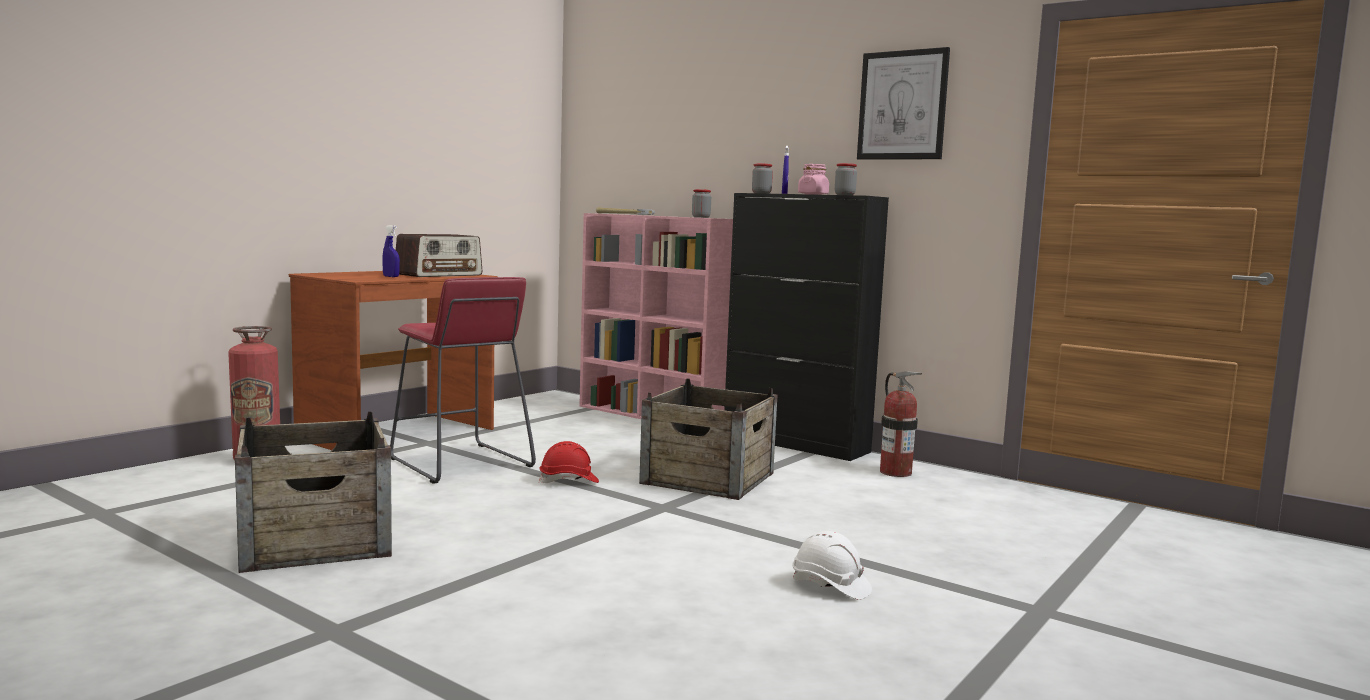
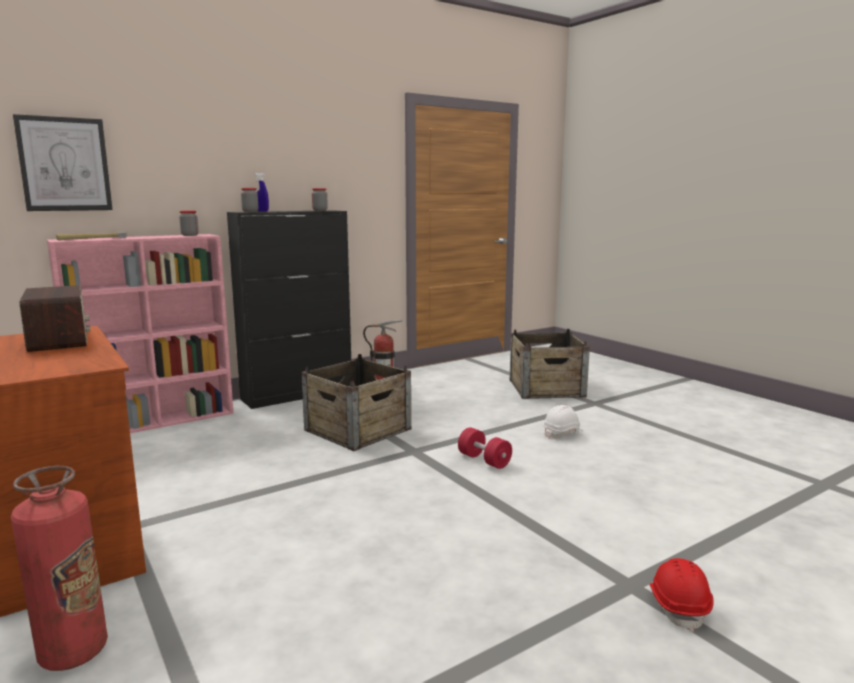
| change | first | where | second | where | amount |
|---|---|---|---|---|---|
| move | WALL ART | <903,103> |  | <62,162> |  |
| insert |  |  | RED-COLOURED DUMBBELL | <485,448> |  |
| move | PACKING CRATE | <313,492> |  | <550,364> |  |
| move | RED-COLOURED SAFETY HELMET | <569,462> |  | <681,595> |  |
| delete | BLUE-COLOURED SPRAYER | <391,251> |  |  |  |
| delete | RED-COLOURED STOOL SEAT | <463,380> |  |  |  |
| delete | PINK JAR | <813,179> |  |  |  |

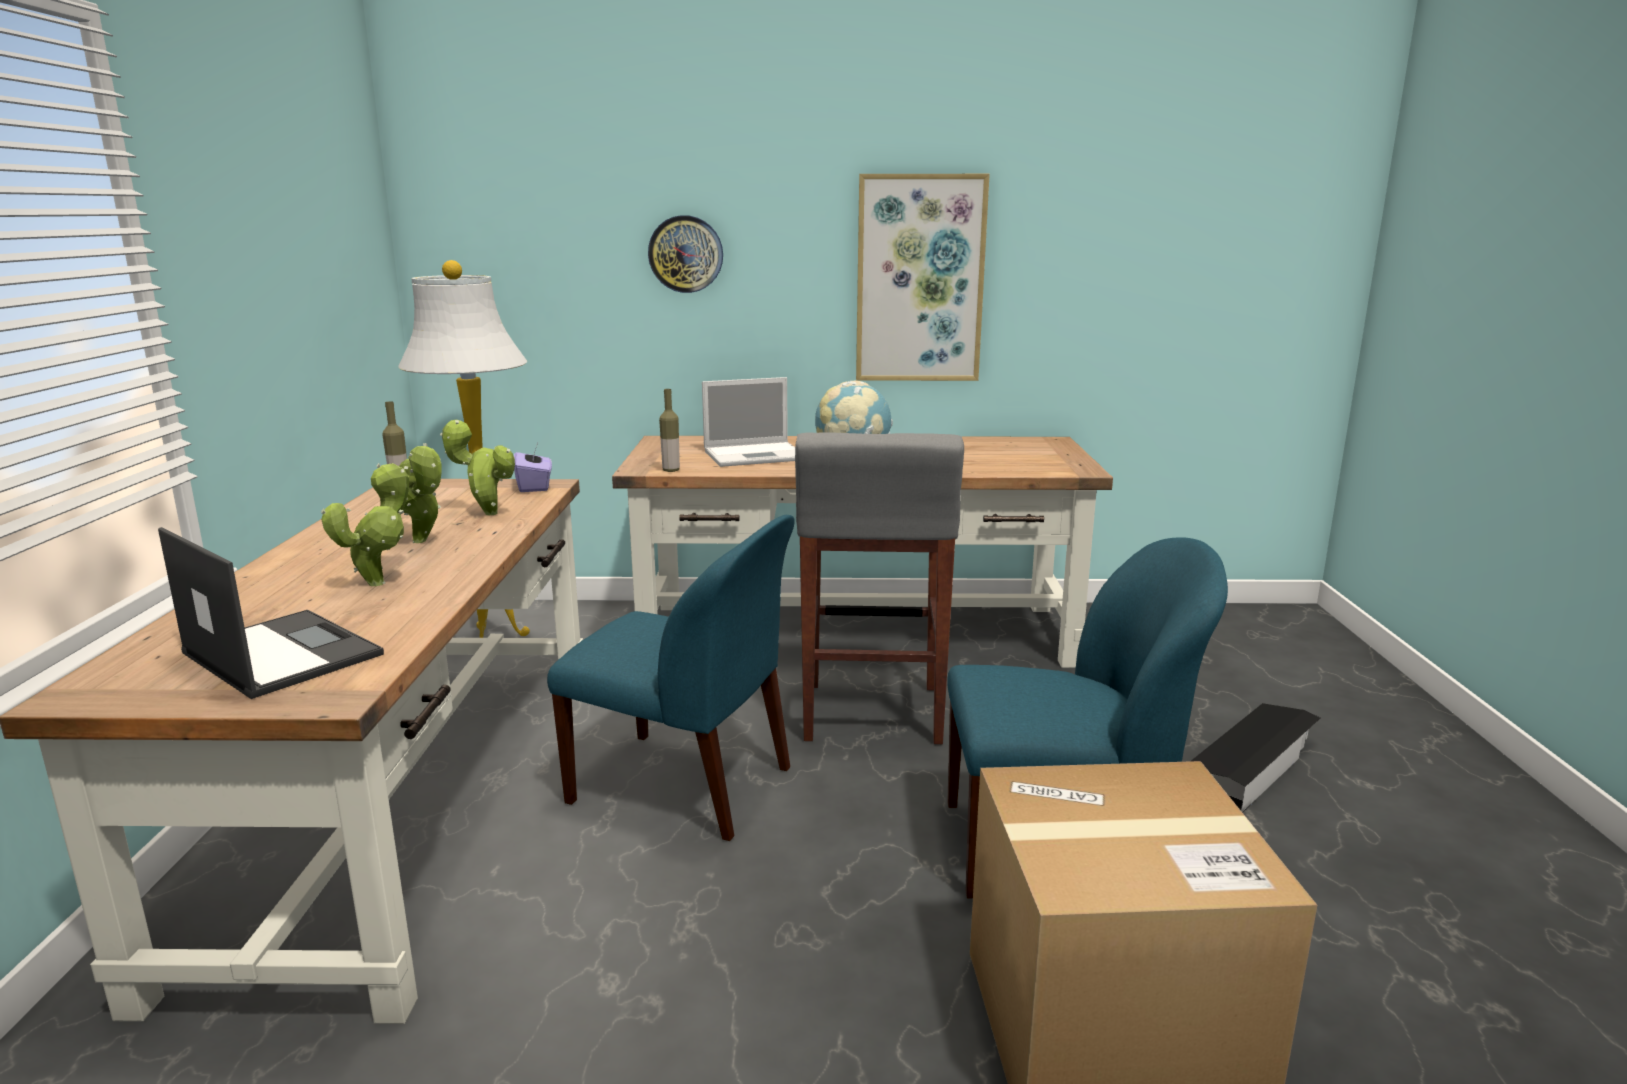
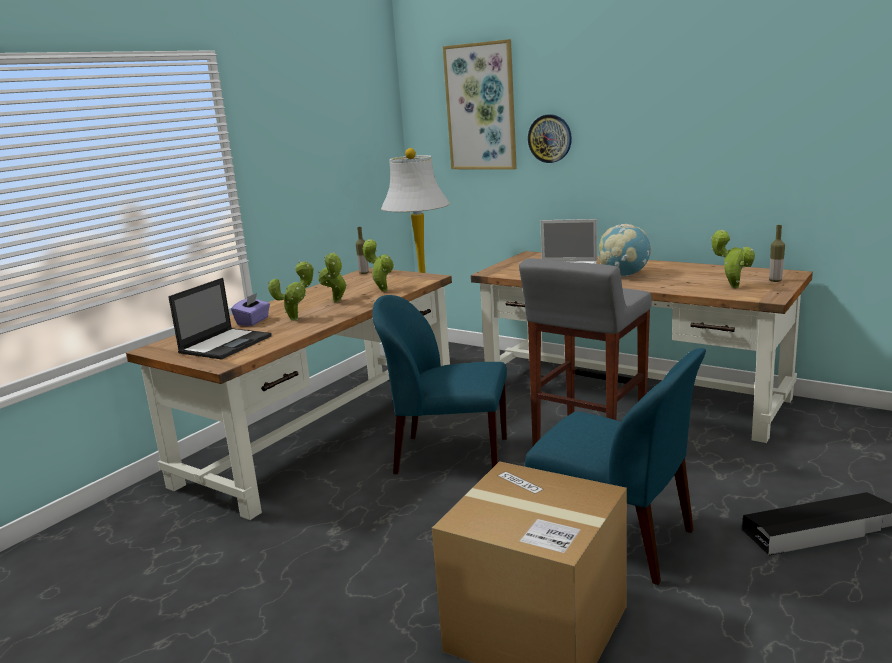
| change | first | where | second | where | amount |
|---|---|---|---|---|---|
| rotate | NOTEBOOK COMPUTER | <271,613> |  | <220,318> | 45 degrees clockwise |
| move | PURPLE TISSUE BOX | <533,467> |  | <250,309> |  |
| rotate | BLUE-COLOURED UPRIGHT CHAIR | <671,678> |  | <440,384> | 135 degrees clockwise |
| move | WALL ART | <923,277> |  | <480,104> |  |
| insert |  |  | HOUSEPLANT | <733,259> |  |
| move | BOTTLE | <669,430> |  | <777,253> |  |

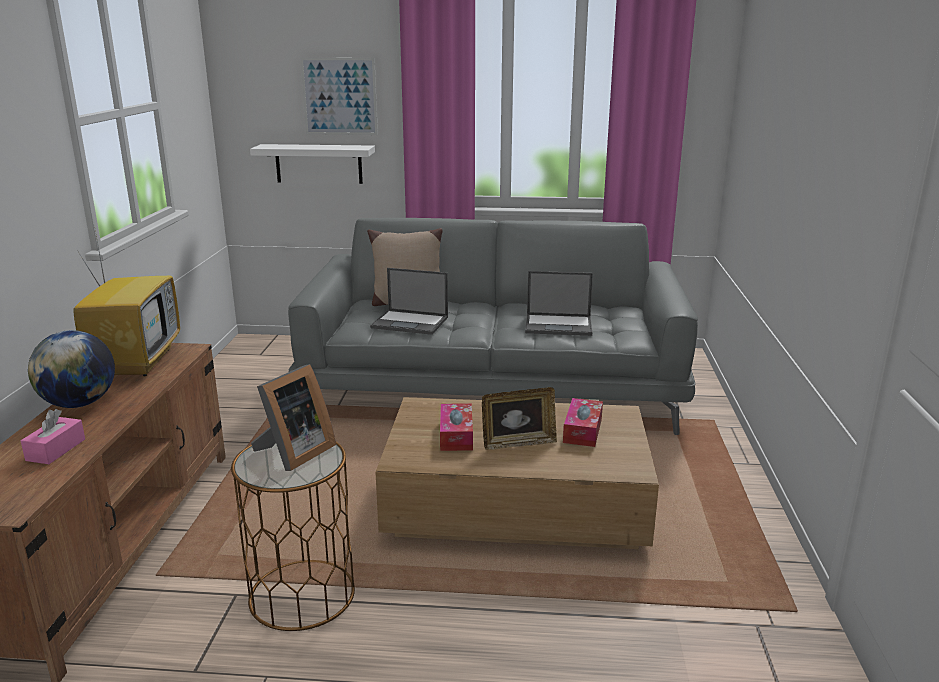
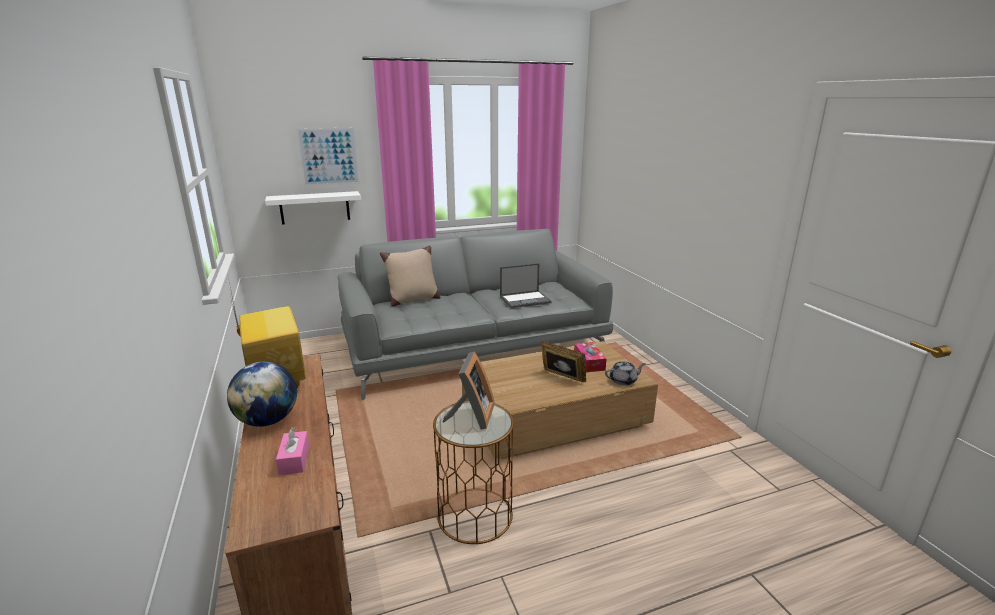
| change | first | where | second | where | amount |
|---|---|---|---|---|---|
| rotate | PHOTO FRAME | <519,418> |  | <564,361> | 105 degrees counterclockwise |
| insert |  |  | GREYISH POT FOR TEA | <625,373> |  |
| delete | NOTEBOOK COMPUTER | <409,301> |  |  |  |
| delete | TISSUE BOX | <456,427> |  |  |  |

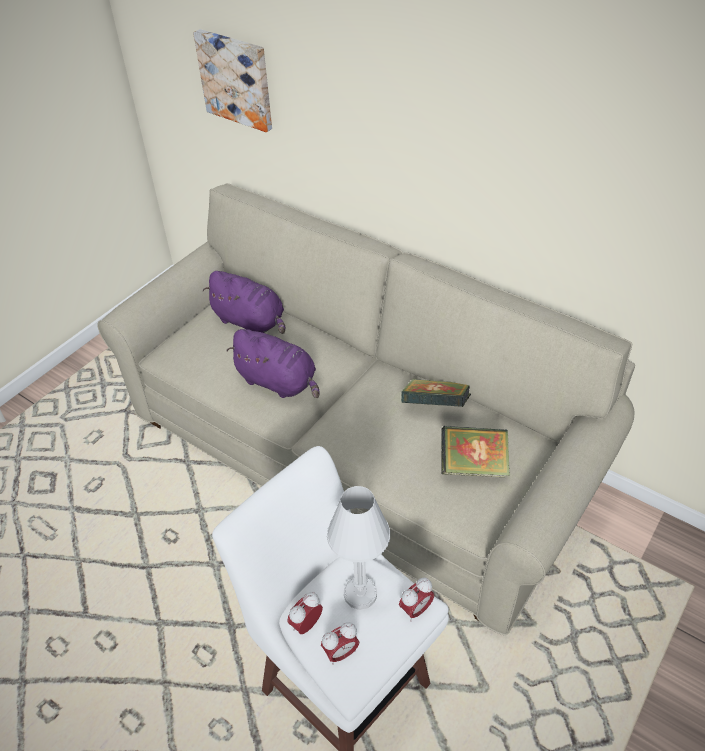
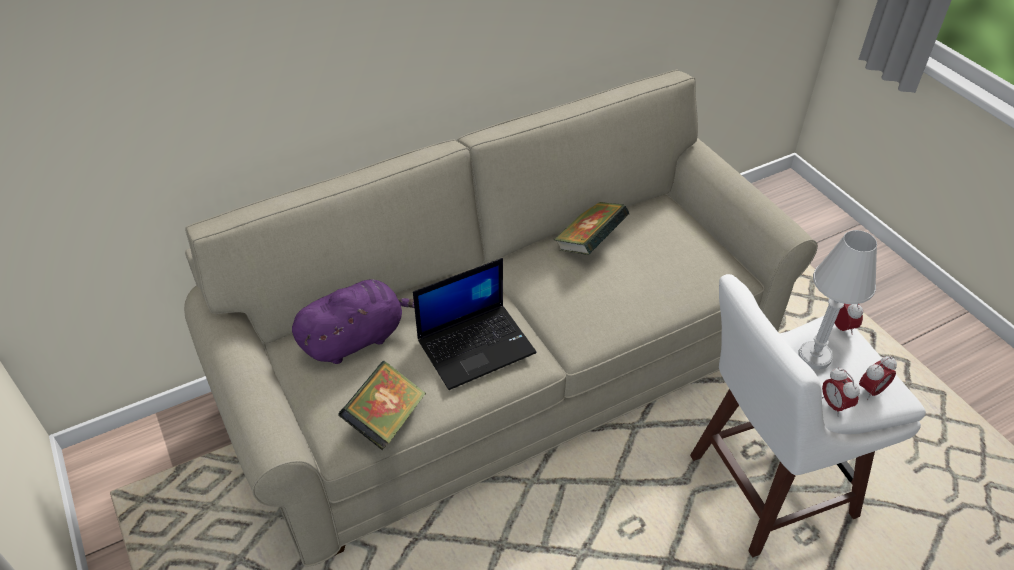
| change | first | where | second | where | amount |
|---|---|---|---|---|---|
| move | BOOK | <475,451> |  | <382,405> |  |
| replace | PURPLE CUDDLY TOY | <272,363> | NOTEBOOK COMPUTER | <475,324> |  |
| rotate | ALARM CLOCK | <340,643> |  | <878,378> | 60 degrees clockwise |
| delete | WALL ART | <232,80> |  |  |  |

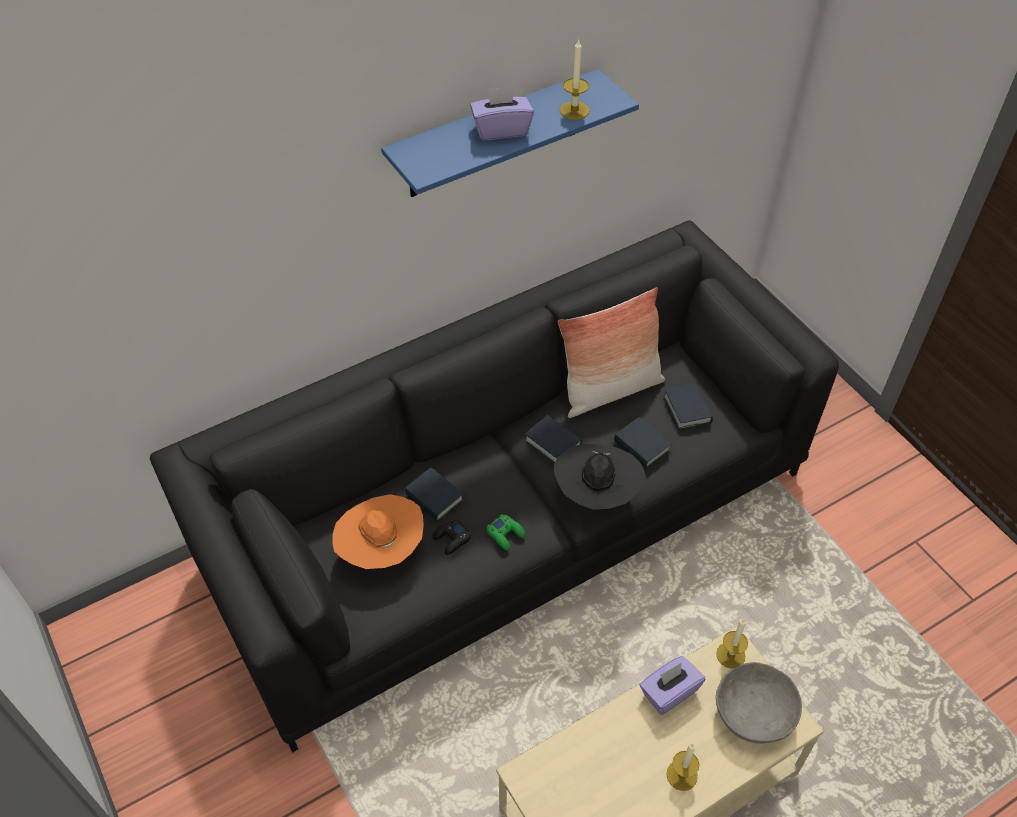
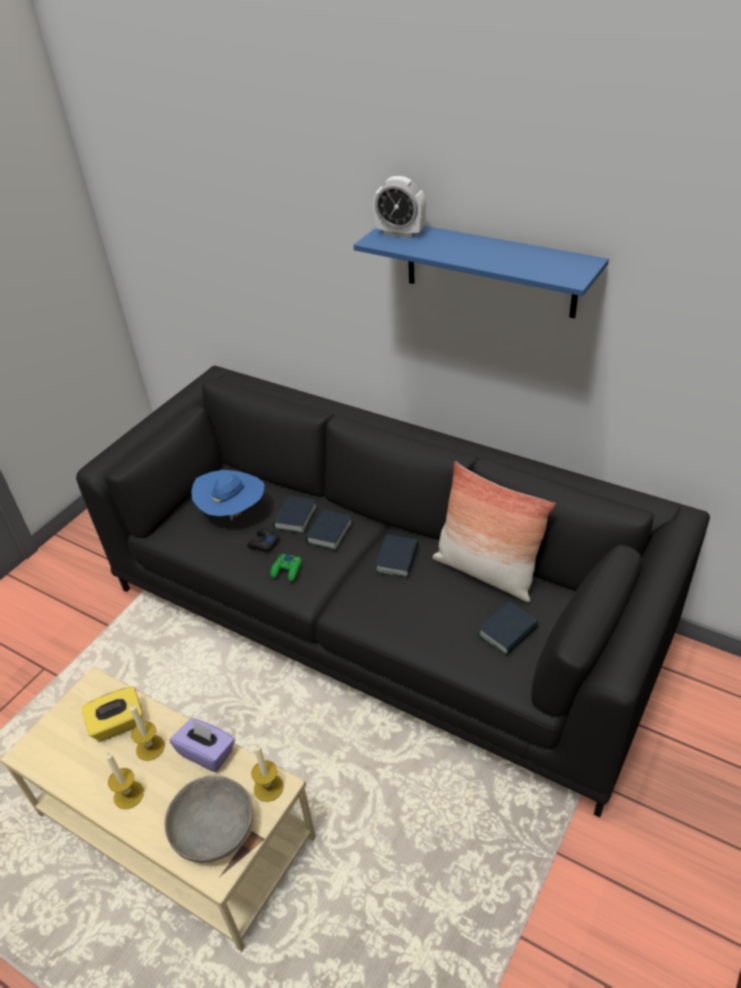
| change | first | where | second | where | amount |
|---|---|---|---|---|---|
| insert |  |  | YELLOWISH TISSUE BOX | <112,714> |  |
| move | WAX LIGHT | <575,79> |  | <147,732> |  |
| recolor | ORANGE CLOTHING HAT | <378,531> | BLUE-COLOURED CLOTHING HAT | <227,495> |  |
| move | BOOK | <643,443> |  | <329,530> |  |
| insert |  |  | ALARM CLOCK | <399,207> |  |
| delete | PURPLE TISSUE BOX | <502,113> |  |  |  |
| delete | BLACK CLOTHING HAT | <599,477> |  |  |  |

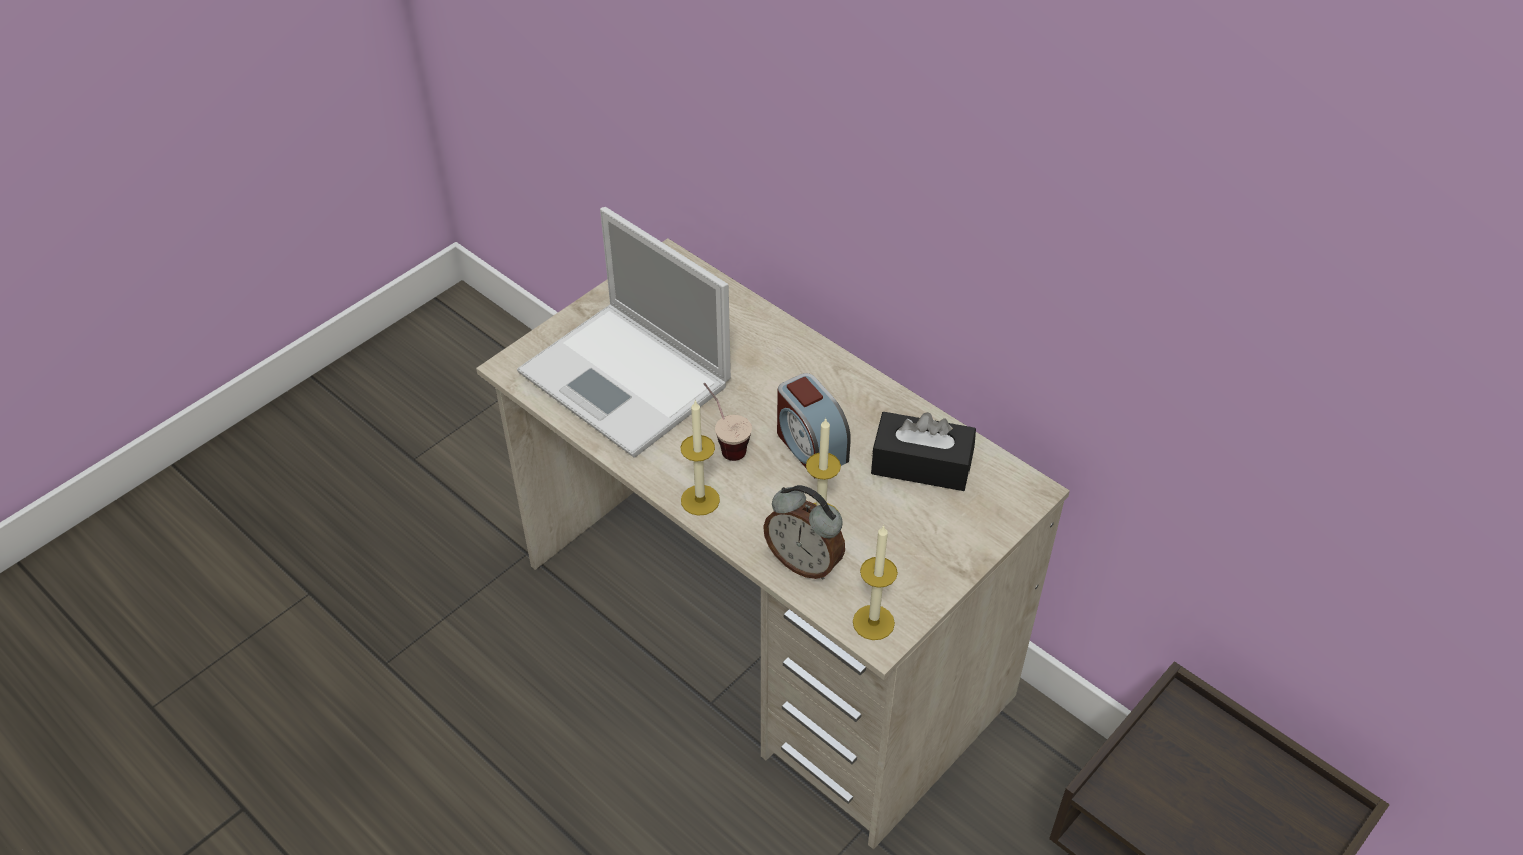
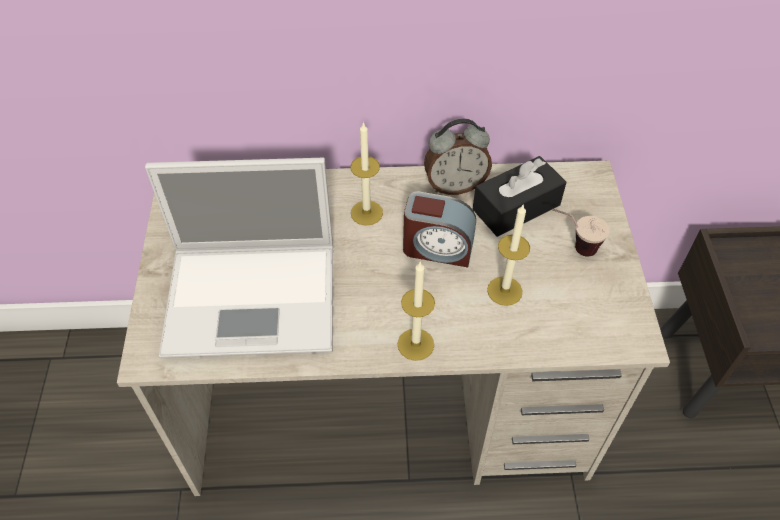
| change | first | where | second | where | amount |
|---|---|---|---|---|---|
| move | WAX LIGHT | <875,582> |  | <366,174> |  |
| move | ALARM CLOCK | <804,532> |  | <458,157> |  |
| move | CUP | <727,422> |  | <581,232> |  |

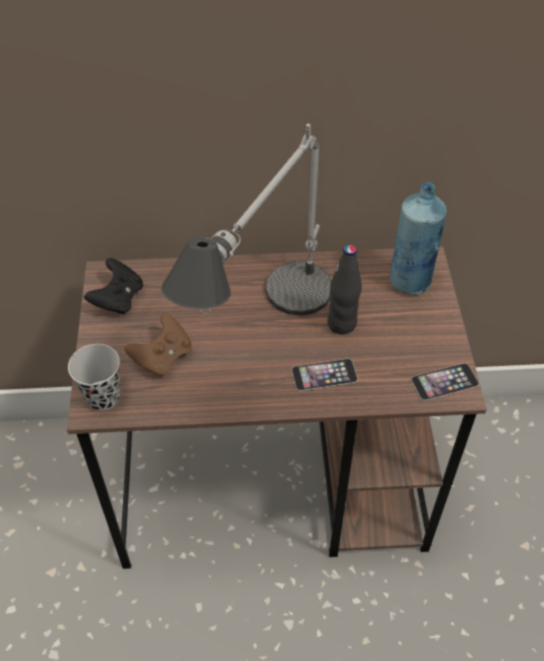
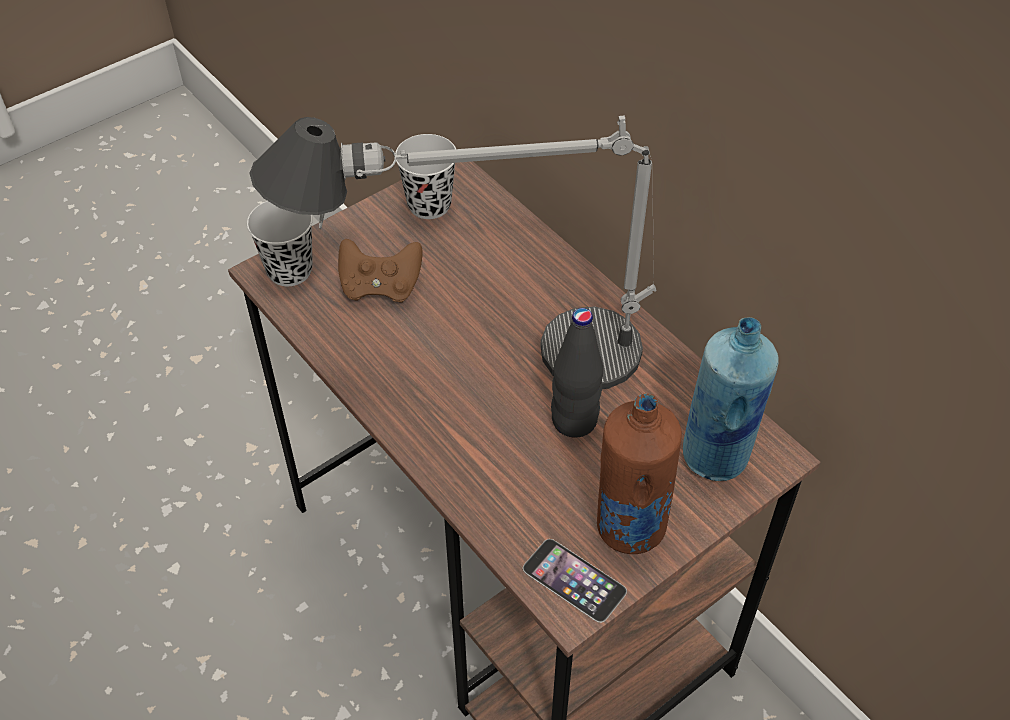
| change | first | where | second | where | amount |
|---|---|---|---|---|---|
| replace | BLACK JOYPAD | <113,286> | BLACK CUP | <425,176> |  |
| insert |  |  | BROWNISH BOTTLE | <639,473> |  |
| delete | TELEPHONE | <325,375> |  |  |  |

